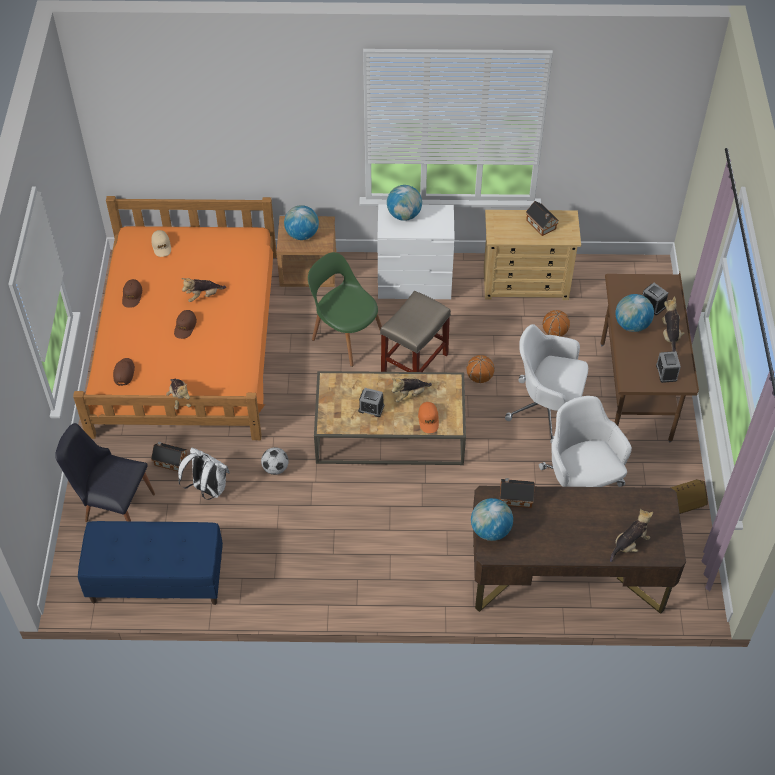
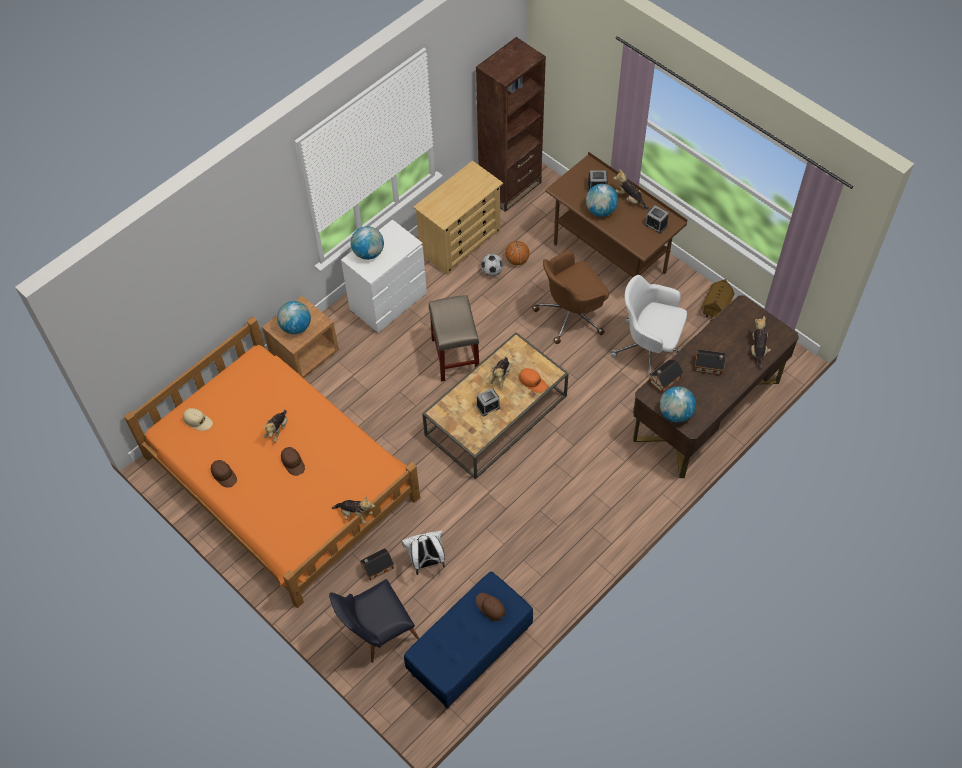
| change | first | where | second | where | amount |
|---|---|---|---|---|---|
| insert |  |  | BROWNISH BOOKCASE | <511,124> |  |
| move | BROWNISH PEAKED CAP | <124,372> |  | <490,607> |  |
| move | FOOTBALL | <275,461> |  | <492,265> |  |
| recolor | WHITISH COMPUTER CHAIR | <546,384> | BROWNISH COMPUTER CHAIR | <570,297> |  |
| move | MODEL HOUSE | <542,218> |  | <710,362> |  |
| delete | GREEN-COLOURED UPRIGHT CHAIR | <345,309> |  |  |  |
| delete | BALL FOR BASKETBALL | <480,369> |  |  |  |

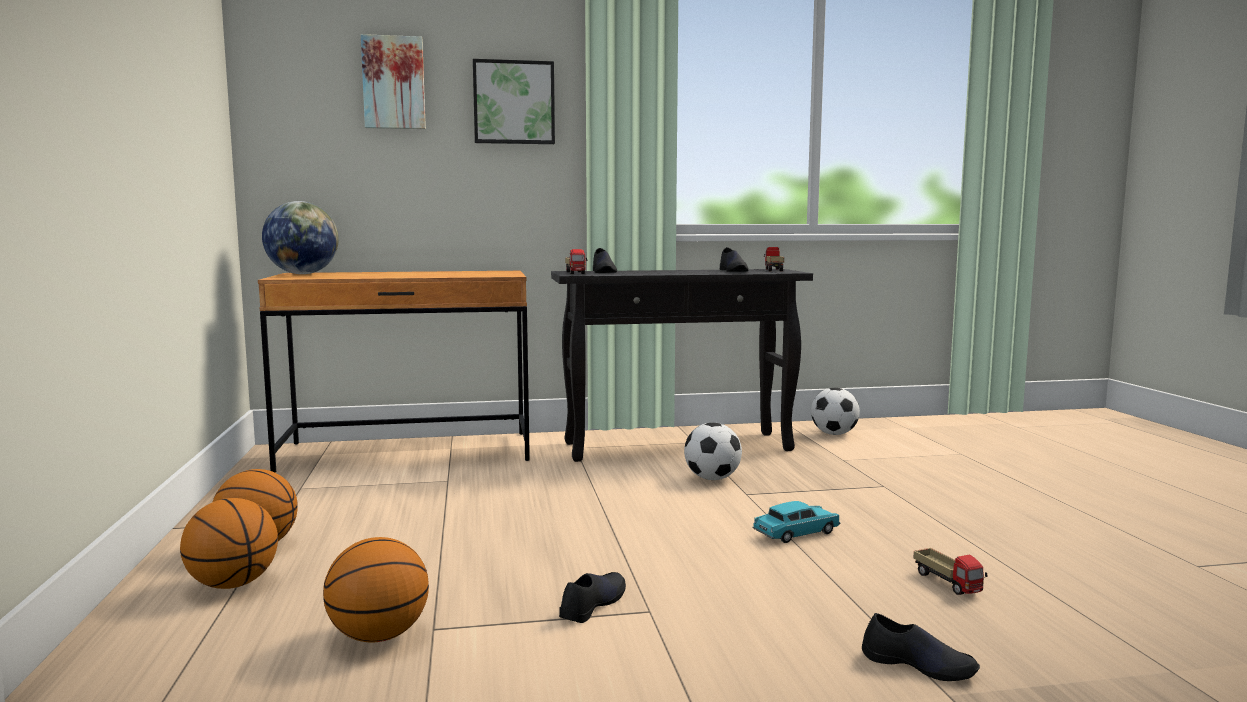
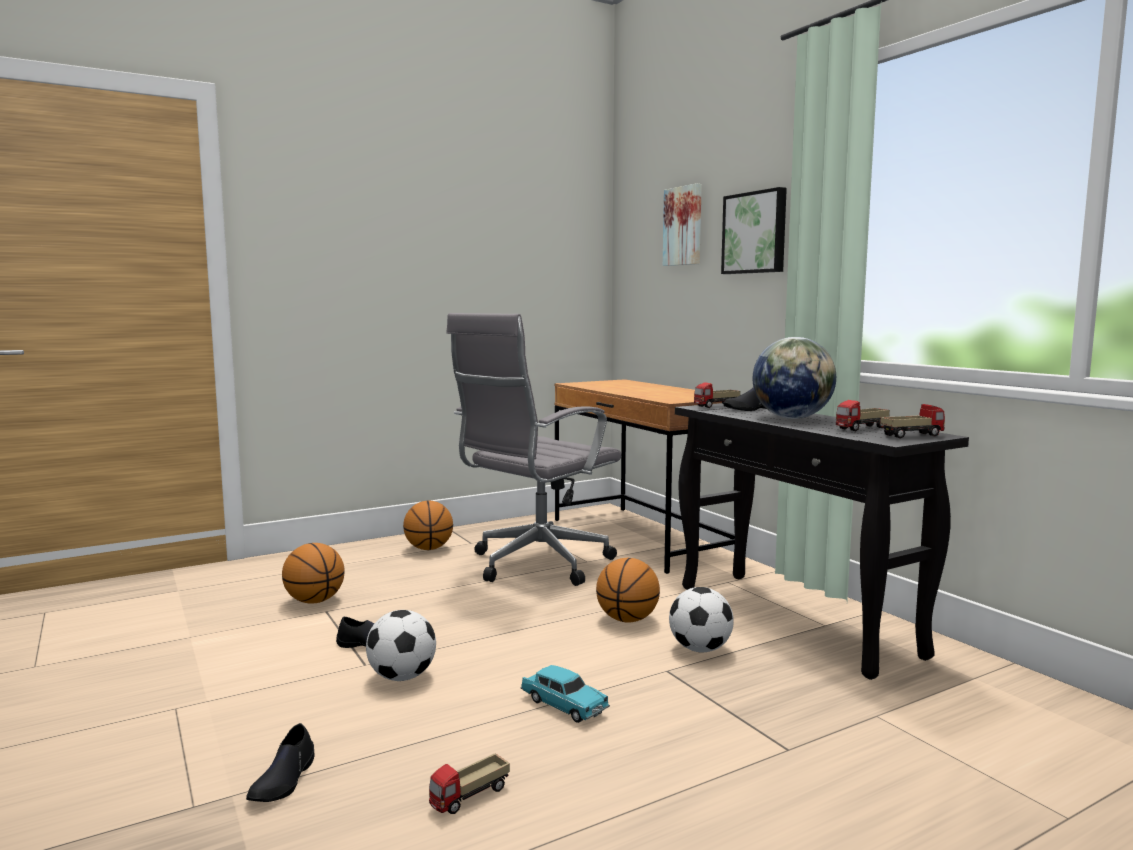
| change | first | where | second | where | amount |
|---|---|---|---|---|---|
| move | FOOTBALL | <835,411> |  | <401,645> |  |
| insert |  |  | GREYISH COMPUTER CHAIR | <533,449> |  |
| move | BALL FOR BASKETBALL | <229,543> |  | <628,590> |  |
| move | GLOBE | <300,237> |  | <794,378> |  |
| replace | BLACK LOW SHOE | <734,259> | TOY LORRY | <863,415> |  |

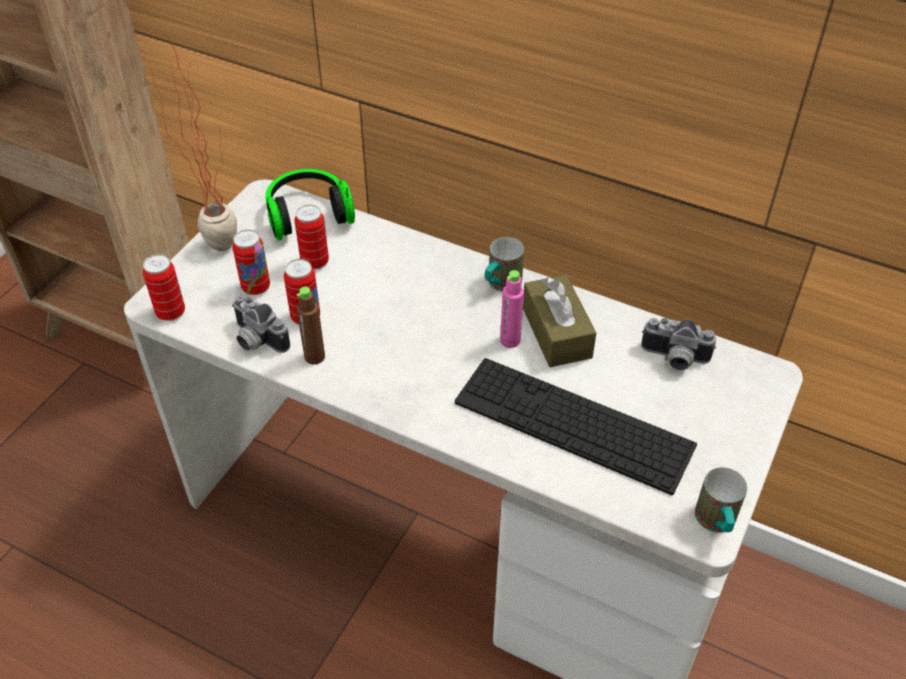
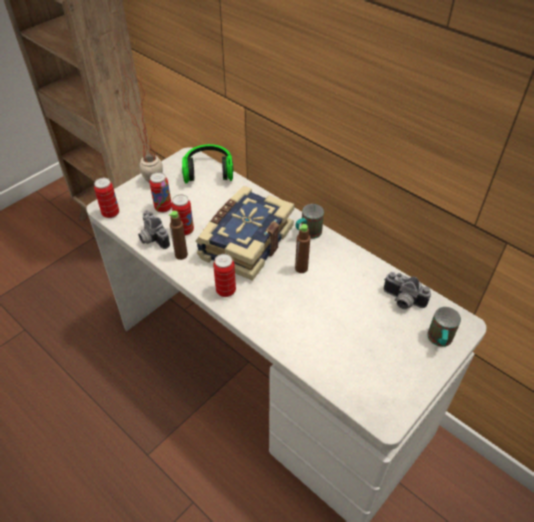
| change | first | where | second | where | amount |
|---|---|---|---|---|---|
| insert |  |  | BOOK | <245,233> |  |
| move | METAL CAN | <312,237> |  | <224,275> |  |
| recolor | PINK BOTTLE | <512,309> | BROWNISH BOTTLE | <302,248> |  |
| move | MUG | <721,500> |  | <444,327> |  |
| delete | KEYBOARD | <576,426> |  |  |  |
| delete | BROWNISH TISSUE BOX | <559,321> |  |  |  |

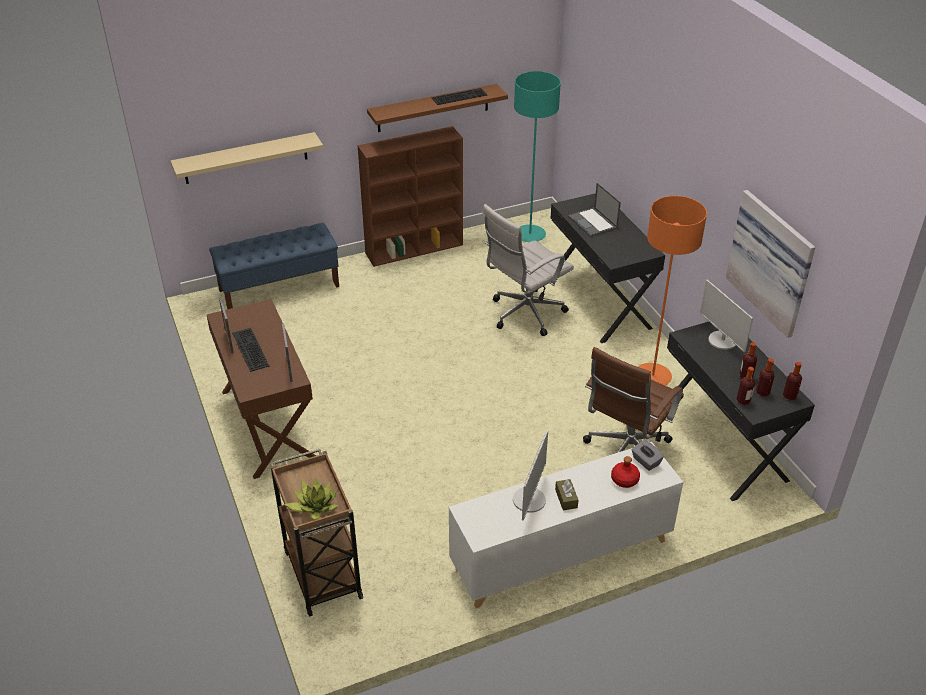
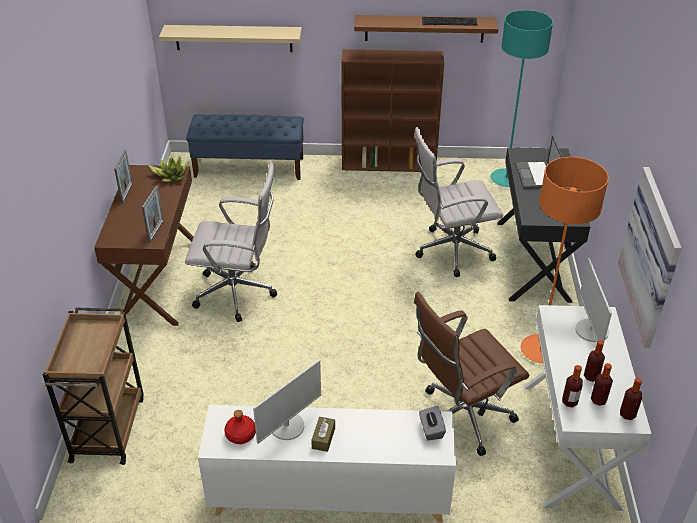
| change | first | where | second | where | amount |
|---|---|---|---|---|---|
| move | HOUSEPLANT | <311,498> |  | <168,168> |  |
| insert |  |  | WHITISH COMPUTER CHAIR | <231,242> |  |
| move | RED-COLOURED BOTTLE | <625,472> |  | <240,427> |  |
| recolor | BLACK DESK | <741,411> | WHITISH DESK | <588,408> |  |
| delete | KEYBOARD | <250,350> |  |  |  |

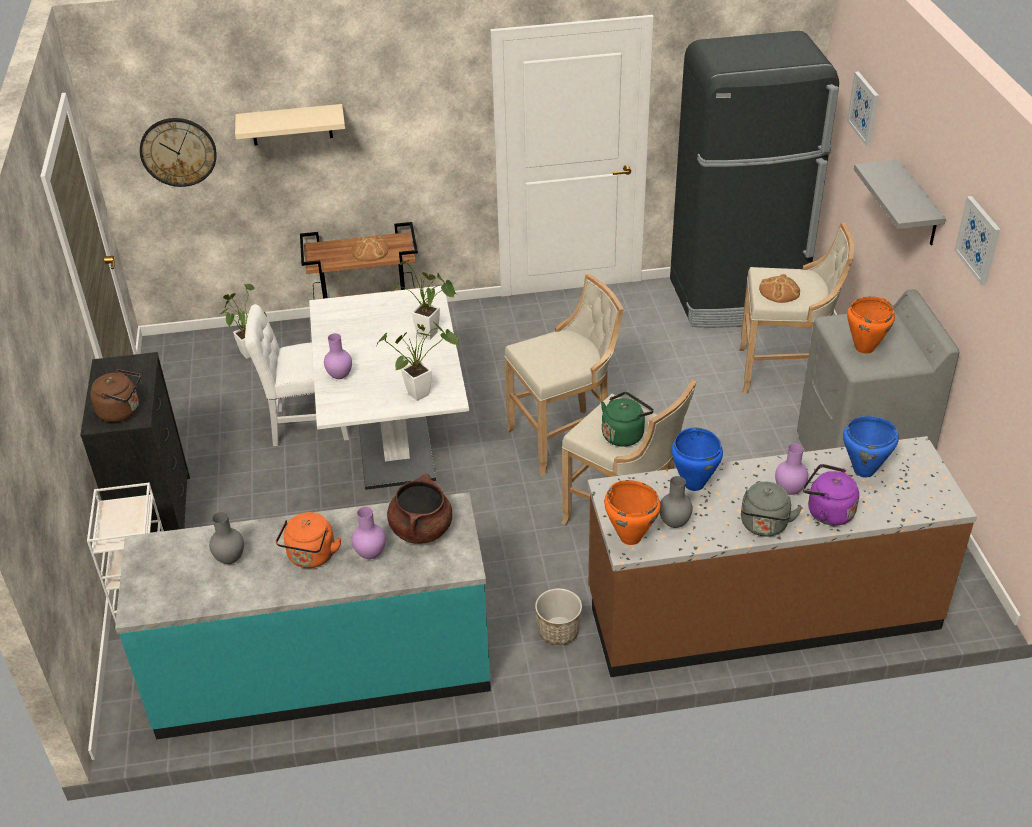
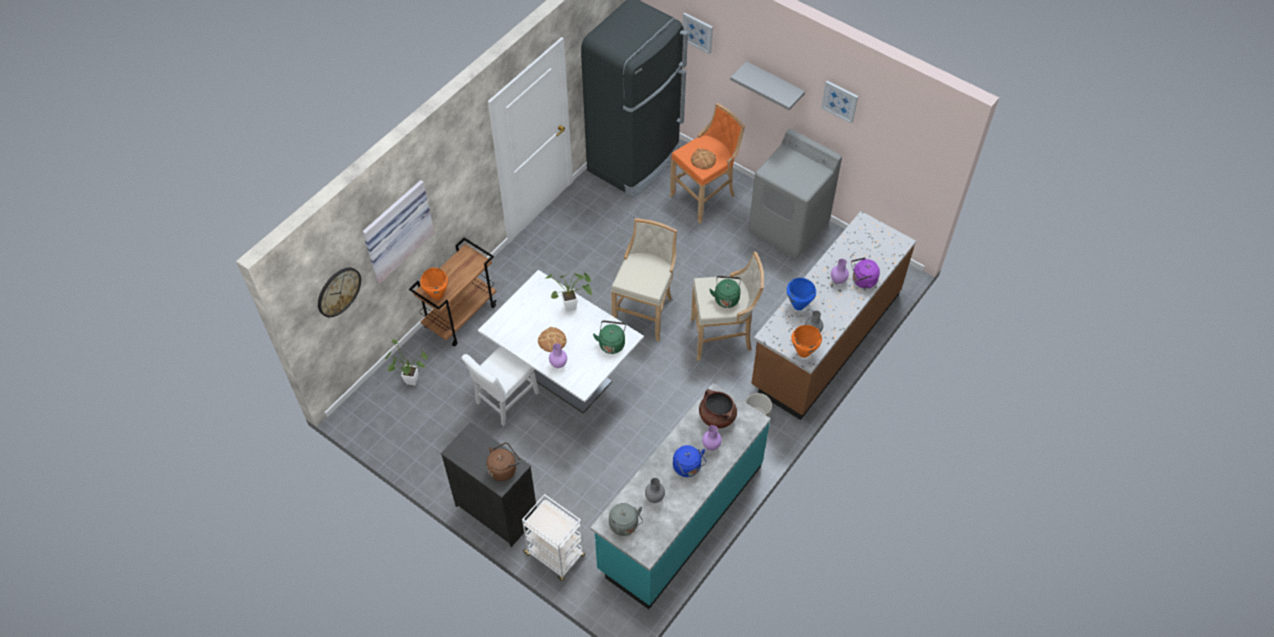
| change | first | where | second | where | amount |
|---|---|---|---|---|---|
| replace | BEIGE WALL SHELF | <290,124> | WALL ART | <398,232> |  |
| move | ORANGE STOCKPOT | <871,325> |  | <434,283> |  |
| move | BAKERY BREAD | <370,249> |  | <552,339> |  |
| replace | HOUSEPLANT | <417,361> | GREEN-COLOURED TEA KETTLE | <609,337> |  |
| move | GREYISH TEA KETTLE | <772,509> |  | <626,519> |  |
| recolor | BEIGE STOOL SEAT | <796,308> | ORANGE STOOL SEAT | <707,163> |  |
| recolor | ORANGE TEA KETTLE | <309,540> | BLUE-COLOURED TEA KETTLE | <689,461> |  |
| delete | BLUE-COLOURED STOCKPOT | <871,447> |  |  |  |

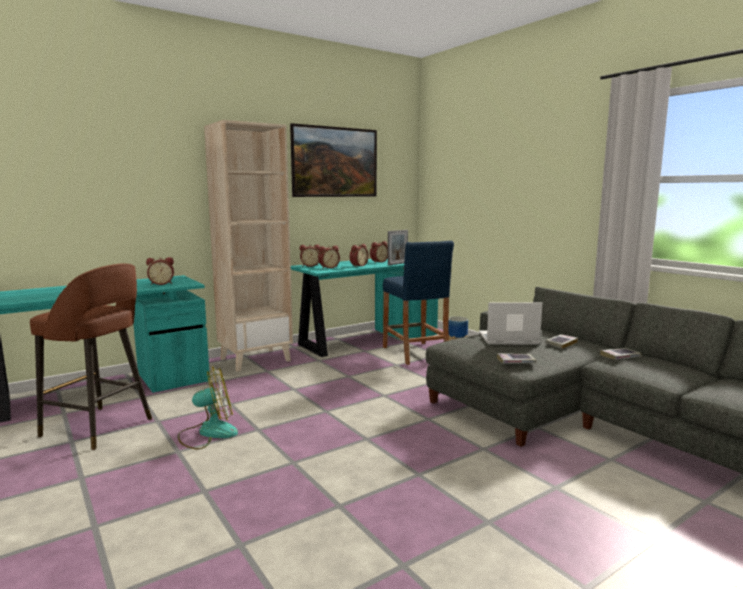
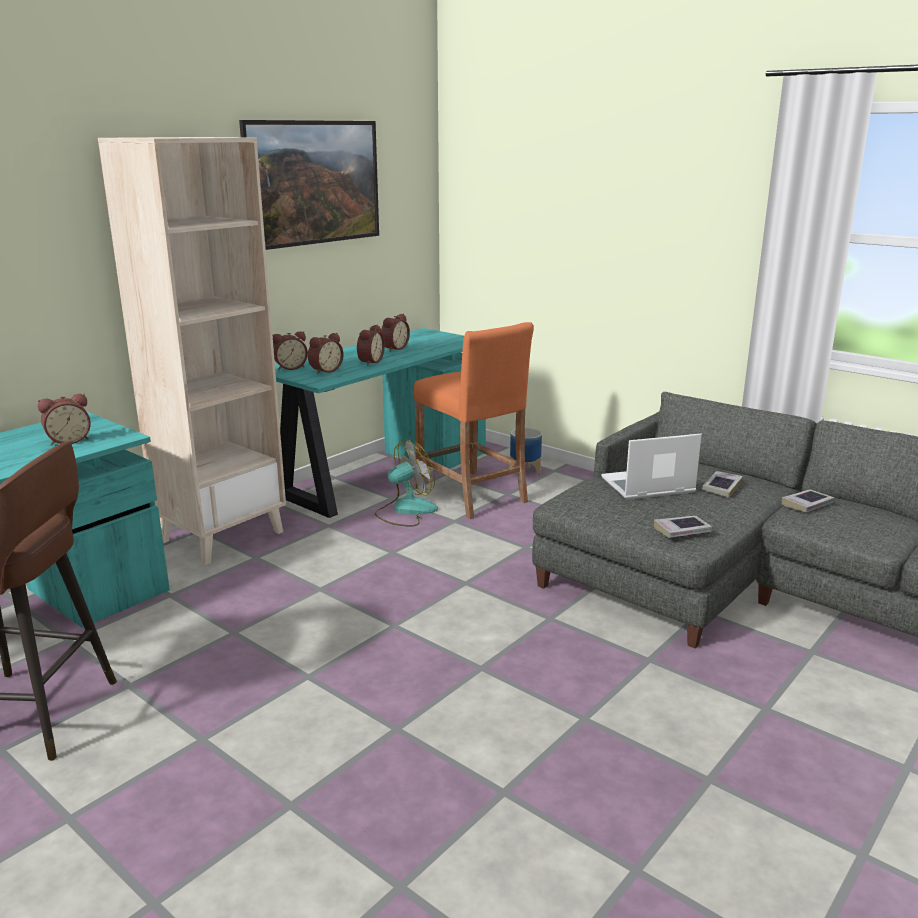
| change | first | where | second | where | amount |
|---|---|---|---|---|---|
| move | ELECTRIC FAN | <208,407> |  | <406,483> |  |
| recolor | BLUE-COLOURED STOOL SEAT | <418,303> | ORANGE STOOL SEAT | <474,420> |  |
| delete | PHOTO FRAME | <398,247> |  |  |  |

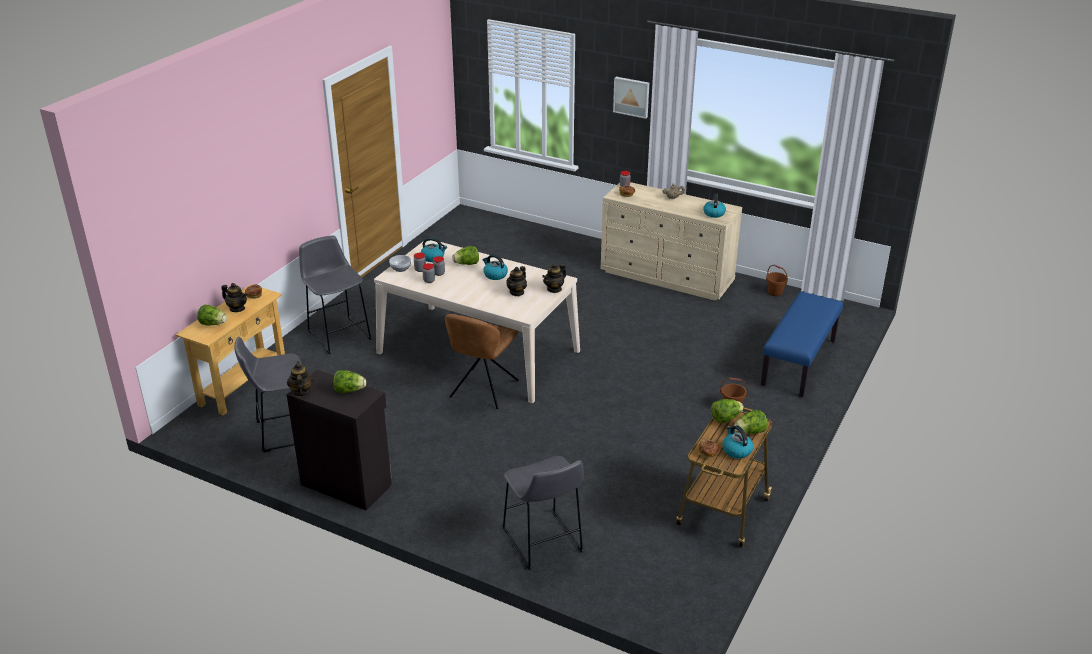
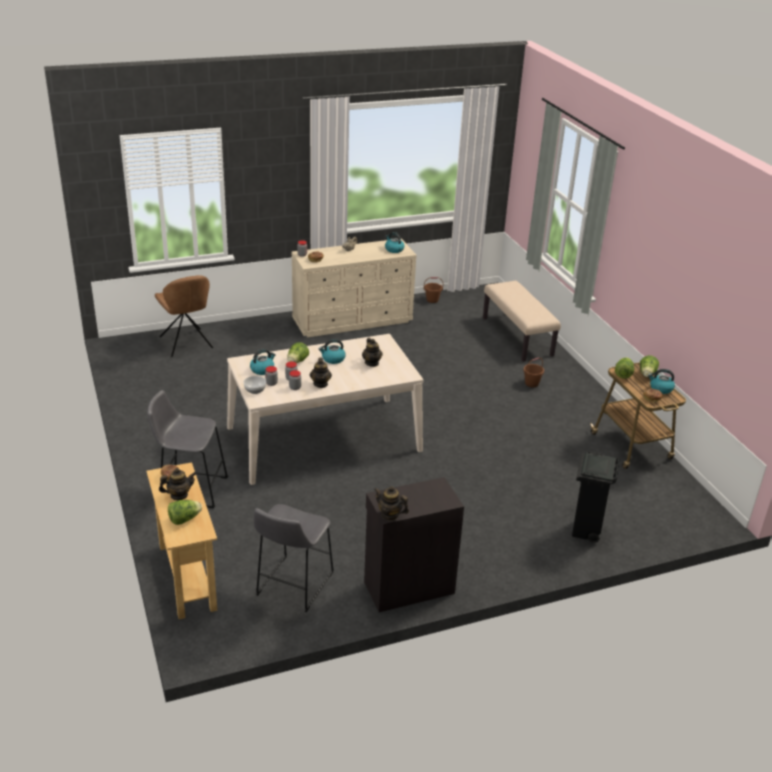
| change | first | where | second | where | amount |
|---|---|---|---|---|---|
| move | BROWNISH UPRIGHT CHAIR | <482,361> |  | <184,316> |  |
| move | POT FOR TEA | <554,278> |  | <321,373> |  |
| recolor | BLUE-COLOURED INDOOR BENCH | <802,344> | BEIGE INDOOR BENCH | <522,321> |  |
| replace | GREYISH STOOL SEAT | <543,513> | BLACK TRASH CAN | <596,497> |  |
| delete | HEAD OF LETTUCE | <349,381> |  |  |  |
| delete | WALL ART | <631,98> |  |  |  |

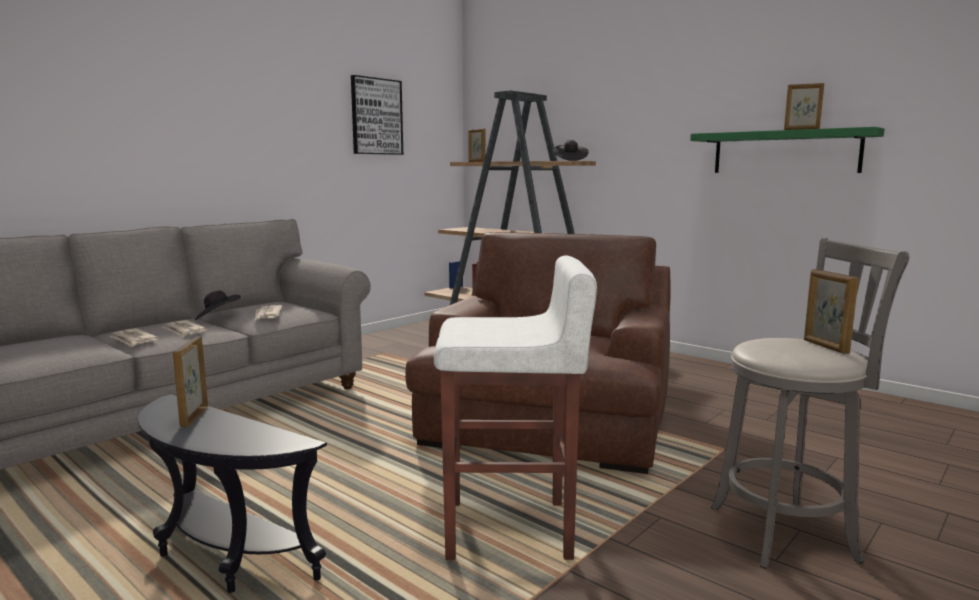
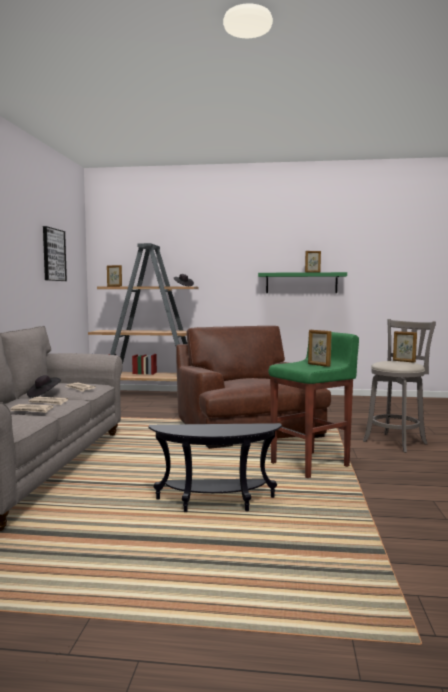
| change | first | where | second | where | amount |
|---|---|---|---|---|---|
| recolor | WHITISH STOOL SEAT | <515,408> | GREEN-COLOURED STOOL SEAT | <313,405> |  |
| move | PHOTO FRAME | <190,381> |  | <320,348> |  |

